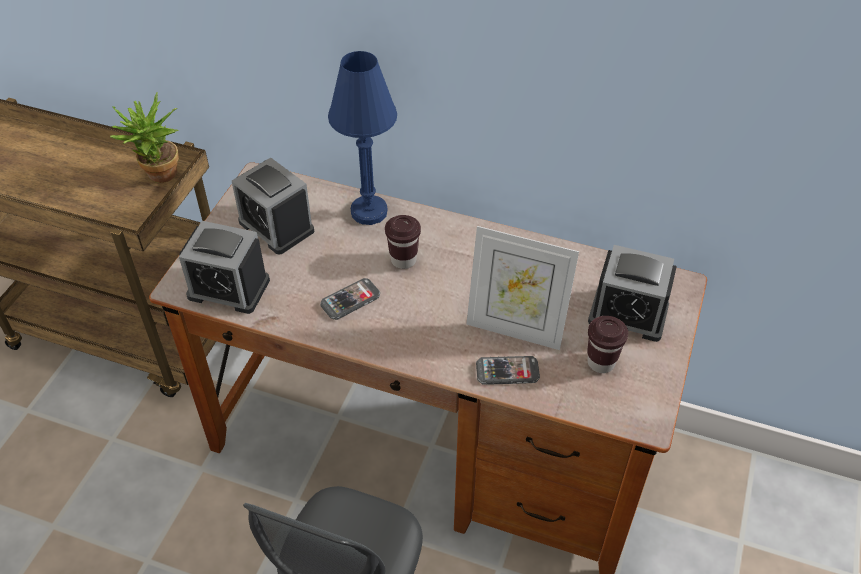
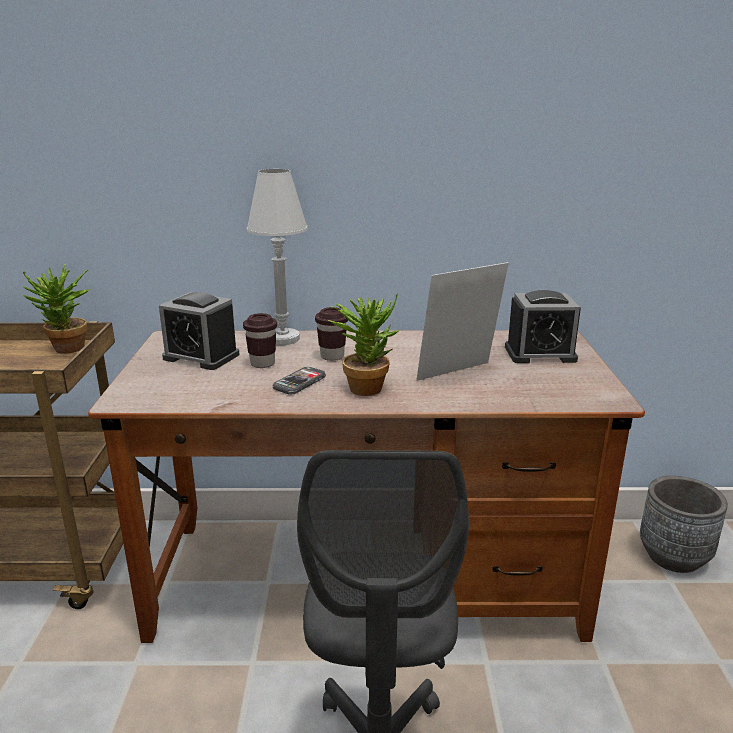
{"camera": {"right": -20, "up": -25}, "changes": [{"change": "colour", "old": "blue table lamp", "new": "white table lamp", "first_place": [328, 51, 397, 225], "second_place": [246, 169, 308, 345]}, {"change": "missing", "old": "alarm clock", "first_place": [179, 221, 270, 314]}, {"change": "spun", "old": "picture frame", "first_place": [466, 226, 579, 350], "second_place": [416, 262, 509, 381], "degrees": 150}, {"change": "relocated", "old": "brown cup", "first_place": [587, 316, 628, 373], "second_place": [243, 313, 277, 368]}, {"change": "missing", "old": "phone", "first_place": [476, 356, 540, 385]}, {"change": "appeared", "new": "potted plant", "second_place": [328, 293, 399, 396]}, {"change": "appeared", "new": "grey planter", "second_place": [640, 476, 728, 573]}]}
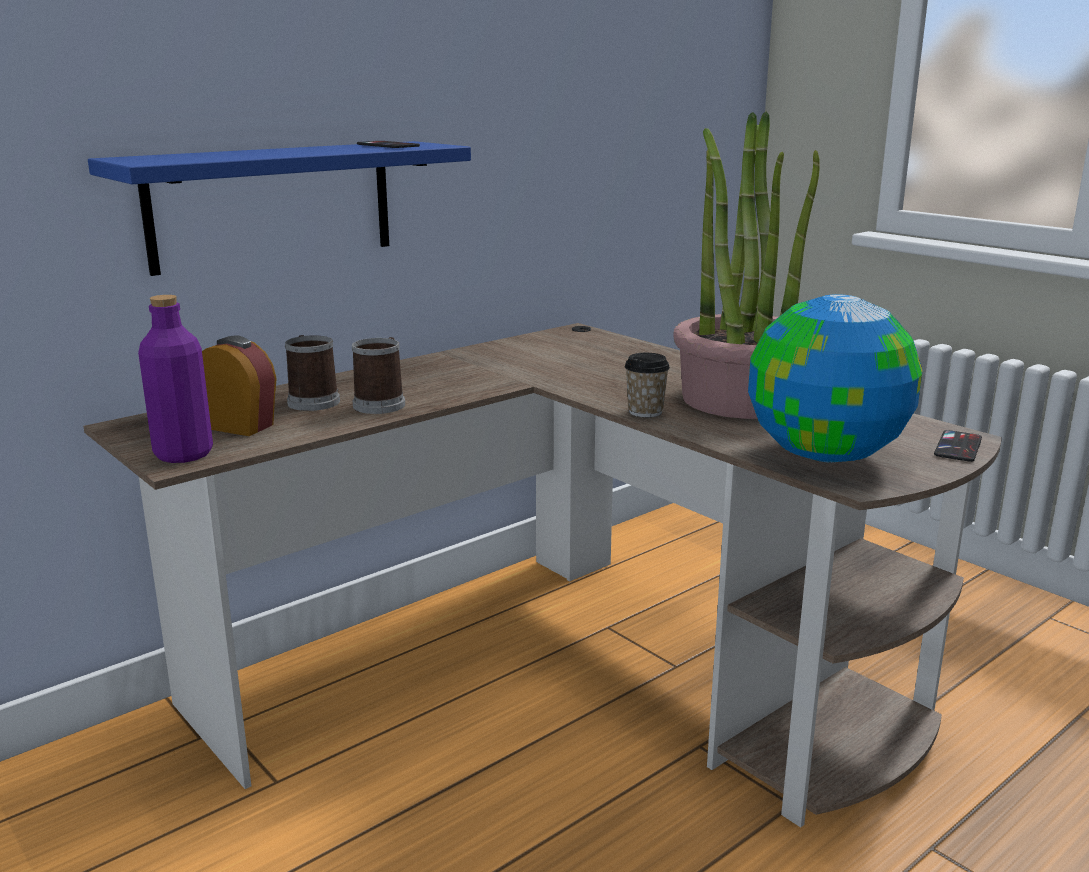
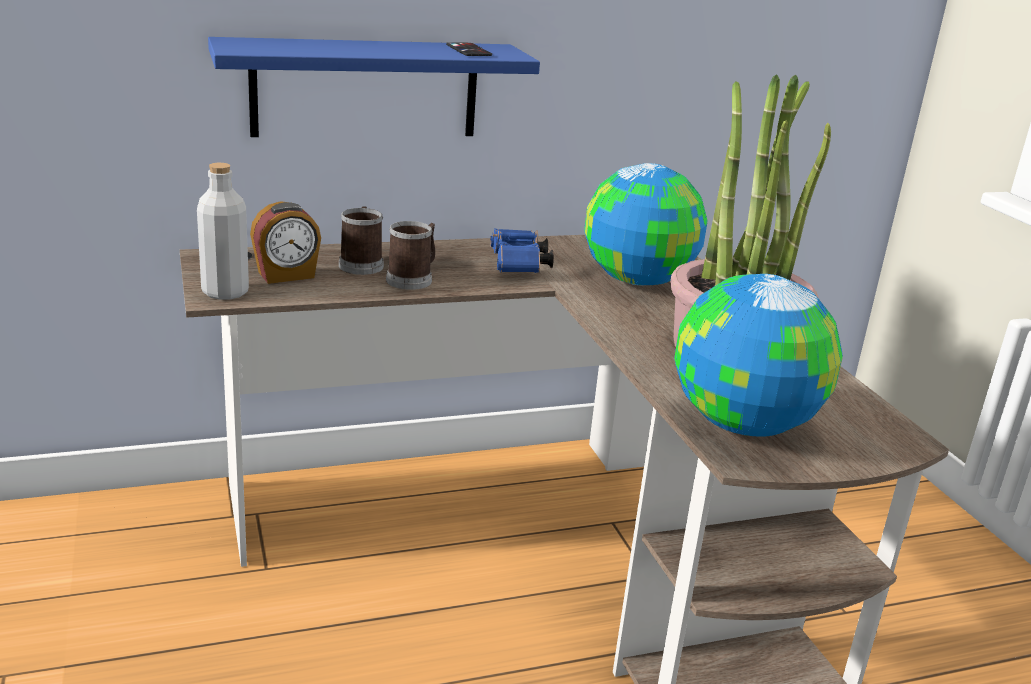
{"camera": {"right": 20, "up": 5}, "changes": [{"change": "colour", "old": "purple bottle", "new": "grey bottle", "first_place": [138, 295, 213, 463], "second_place": [197, 163, 249, 300]}, {"change": "spun", "old": "alarm clock", "first_place": [202, 336, 277, 436], "second_place": [250, 201, 321, 284], "degrees": 105}, {"change": "missing", "old": "cup", "first_place": [625, 353, 670, 417]}, {"change": "missing", "old": "phone", "first_place": [934, 430, 982, 462]}, {"change": "appeared", "new": "globe", "second_place": [584, 163, 708, 286]}, {"change": "appeared", "new": "blue binoculars", "second_place": [490, 228, 554, 273]}]}
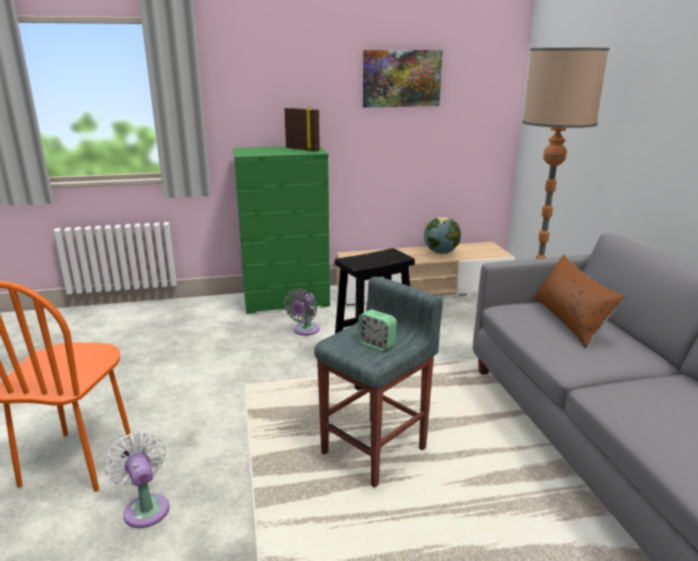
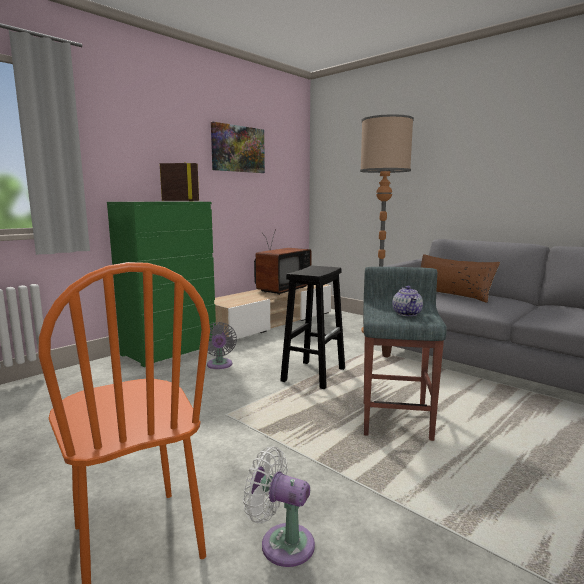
{"camera": {"right": -35, "up": -10}, "changes": [{"change": "exchanged", "old": "globe", "new": "television", "first_place": [424, 217, 461, 254], "second_place": [254, 229, 311, 295]}, {"change": "exchanged", "old": "alarm clock", "new": "teapot", "first_place": [358, 310, 397, 351], "second_place": [392, 286, 423, 316]}]}
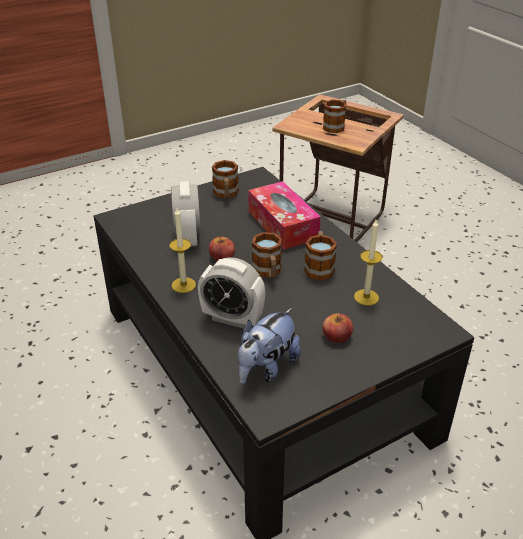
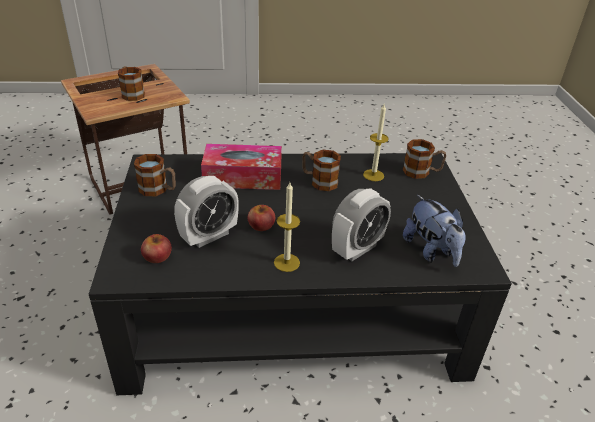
{"camera": {"right": -65, "up": 0}, "changes": [{"change": "spun", "old": "alarm clock", "first_place": [171, 181, 201, 246], "second_place": [174, 176, 239, 248], "degrees": 120}, {"change": "relocated", "old": "mug", "first_place": [252, 232, 282, 279], "second_place": [402, 139, 446, 179]}, {"change": "relocated", "old": "apple", "first_place": [322, 313, 353, 343], "second_place": [141, 234, 172, 263]}]}
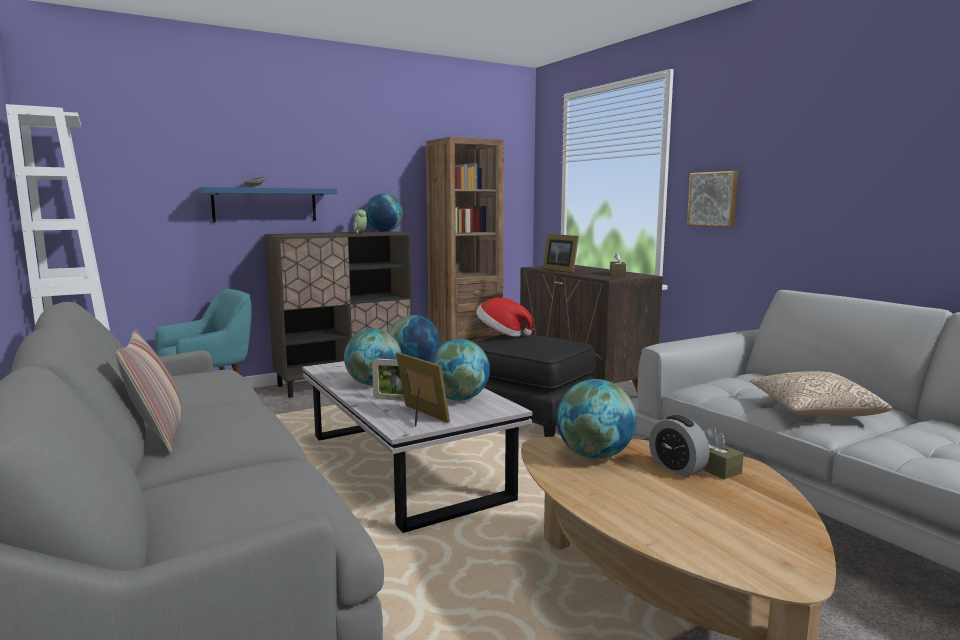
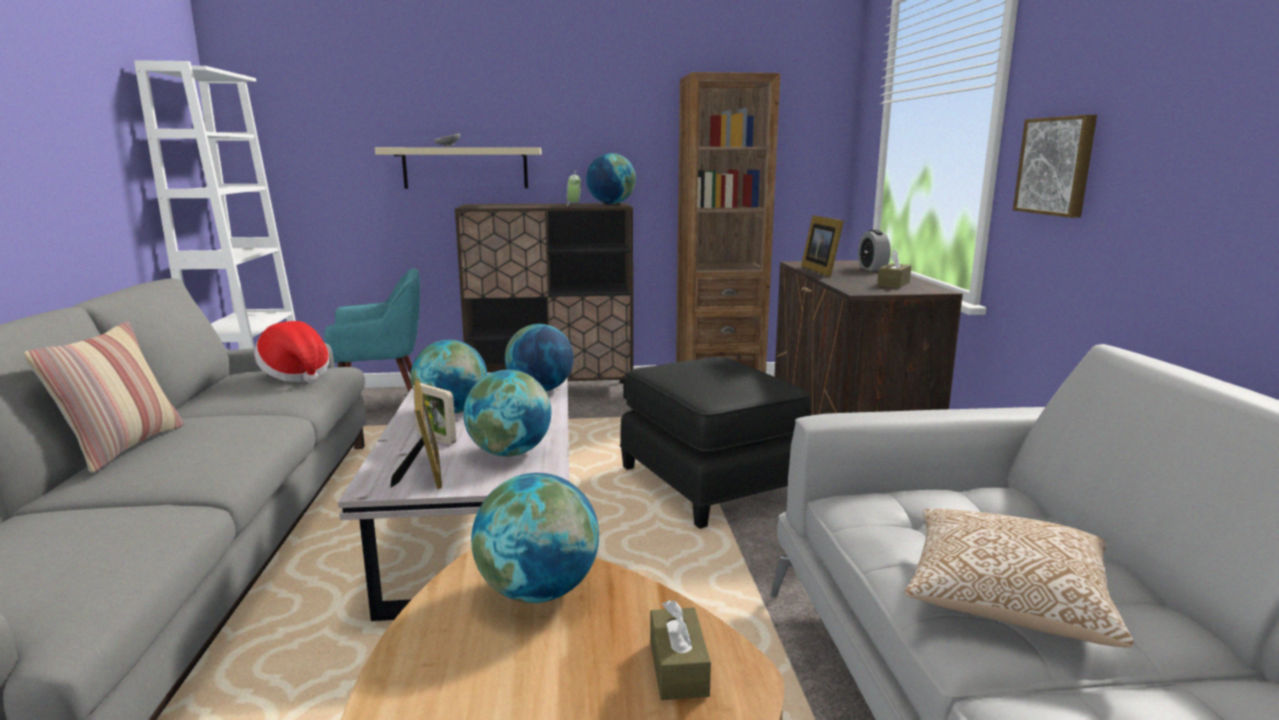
{"camera": {"right": 25, "up": 5}, "changes": [{"change": "colour", "old": "blue shelf", "new": "beige shelf", "first_place": [196, 187, 337, 222], "second_place": [375, 147, 541, 189]}, {"change": "relocated", "old": "hat", "first_place": [476, 298, 533, 337], "second_place": [254, 321, 329, 383]}, {"change": "relocated", "old": "alarm clock", "first_place": [649, 415, 710, 477], "second_place": [858, 230, 891, 271]}]}
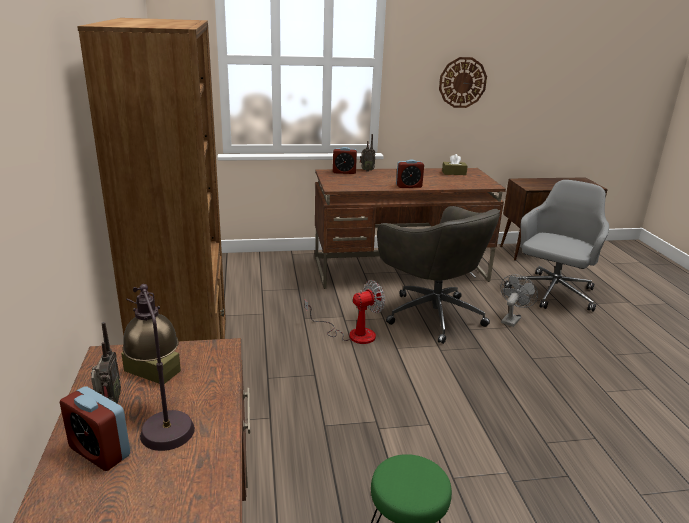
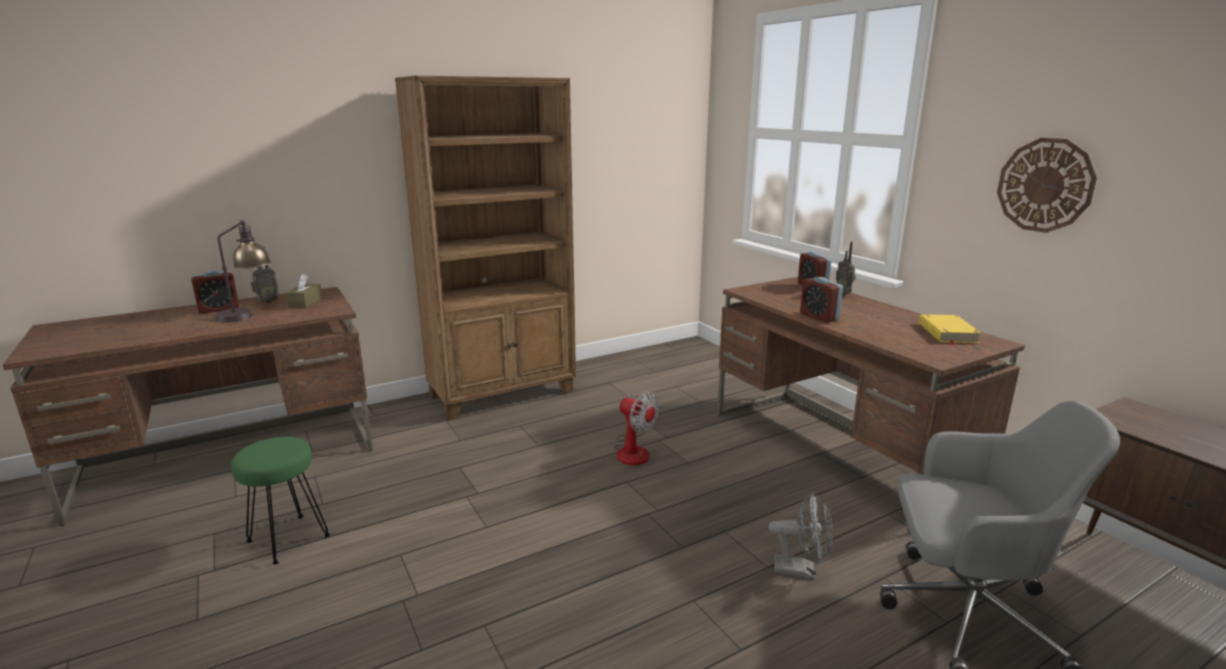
{"camera": {"right": 70, "up": -5}, "changes": [{"change": "exchanged", "old": "brown tissue box", "new": "yellow book", "first_place": [442, 154, 468, 175], "second_place": [919, 314, 982, 346]}, {"change": "missing", "old": "grey office chair", "first_place": [377, 206, 500, 344]}, {"change": "spun", "old": "alarm clock", "first_place": [60, 386, 131, 471], "second_place": [191, 270, 239, 314], "degrees": -135}]}
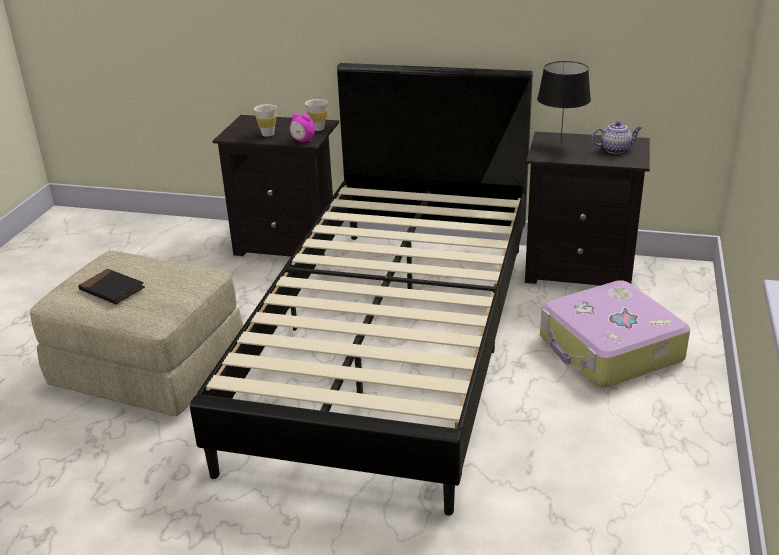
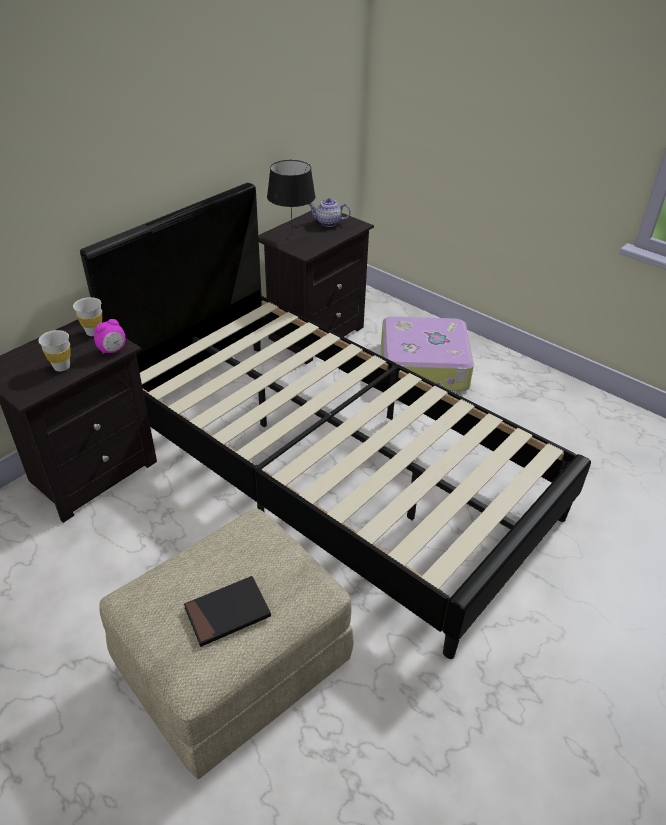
{"camera": {"right": -65, "up": 10}, "changes": [{"change": "spun", "old": "teapot", "first_place": [592, 121, 642, 154], "second_place": [308, 198, 351, 227], "degrees": -105}]}
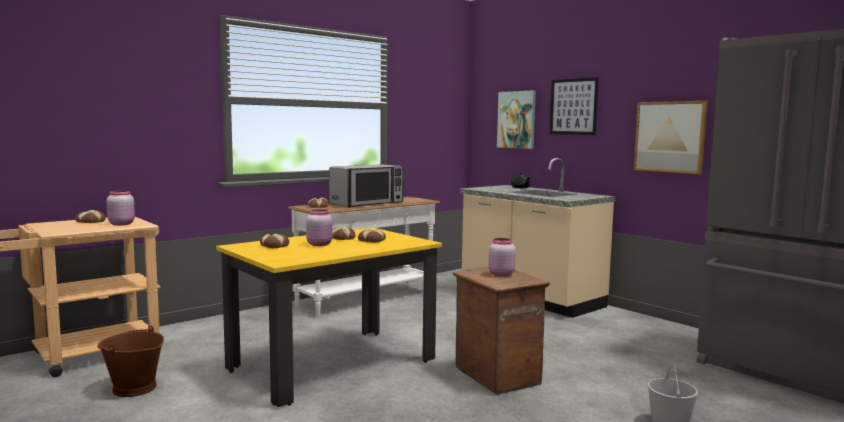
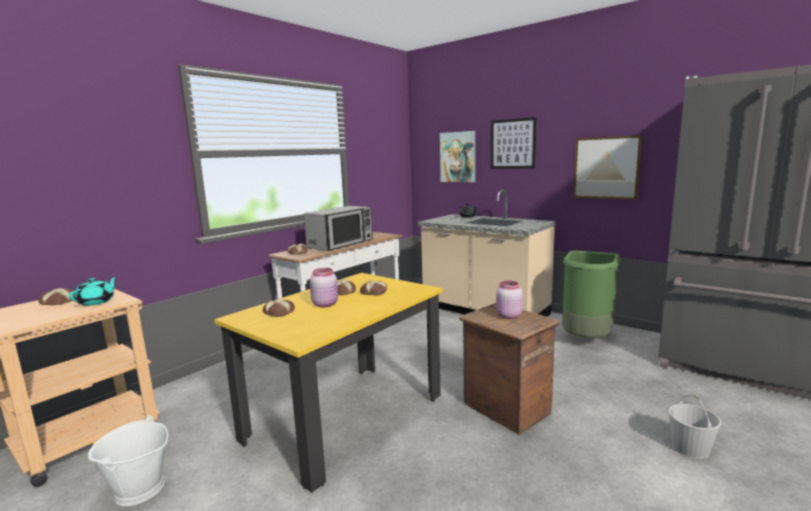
{"camera": {"right": -10, "up": 5}, "changes": [{"change": "exchanged", "old": "pink jar", "new": "turquoise teapot", "first_place": [107, 190, 135, 225], "second_place": [69, 276, 117, 306]}, {"change": "colour", "old": "brown bucket", "new": "white bucket", "first_place": [97, 326, 164, 397], "second_place": [88, 415, 168, 506]}, {"change": "appeared", "new": "green trash can", "second_place": [562, 250, 620, 338]}]}
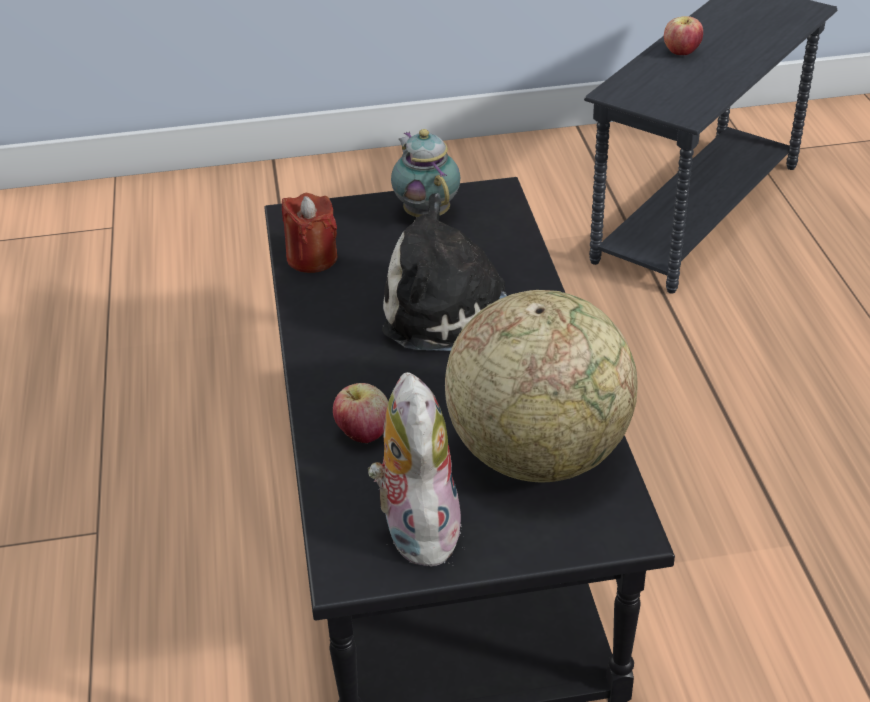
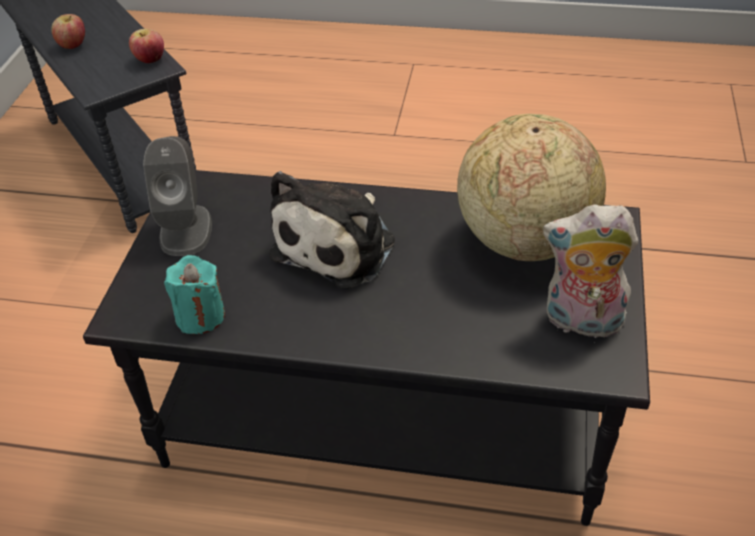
{"camera": {"right": -70, "up": 5}, "changes": [{"change": "exchanged", "old": "teapot", "new": "grey speaker", "first_place": [391, 129, 461, 217], "second_place": [143, 136, 212, 256]}, {"change": "colour", "old": "red candle", "new": "turquoise candle", "first_place": [282, 193, 337, 273], "second_place": [164, 255, 225, 334]}, {"change": "relocated", "old": "apple", "first_place": [333, 383, 388, 443], "second_place": [129, 29, 164, 63]}]}
